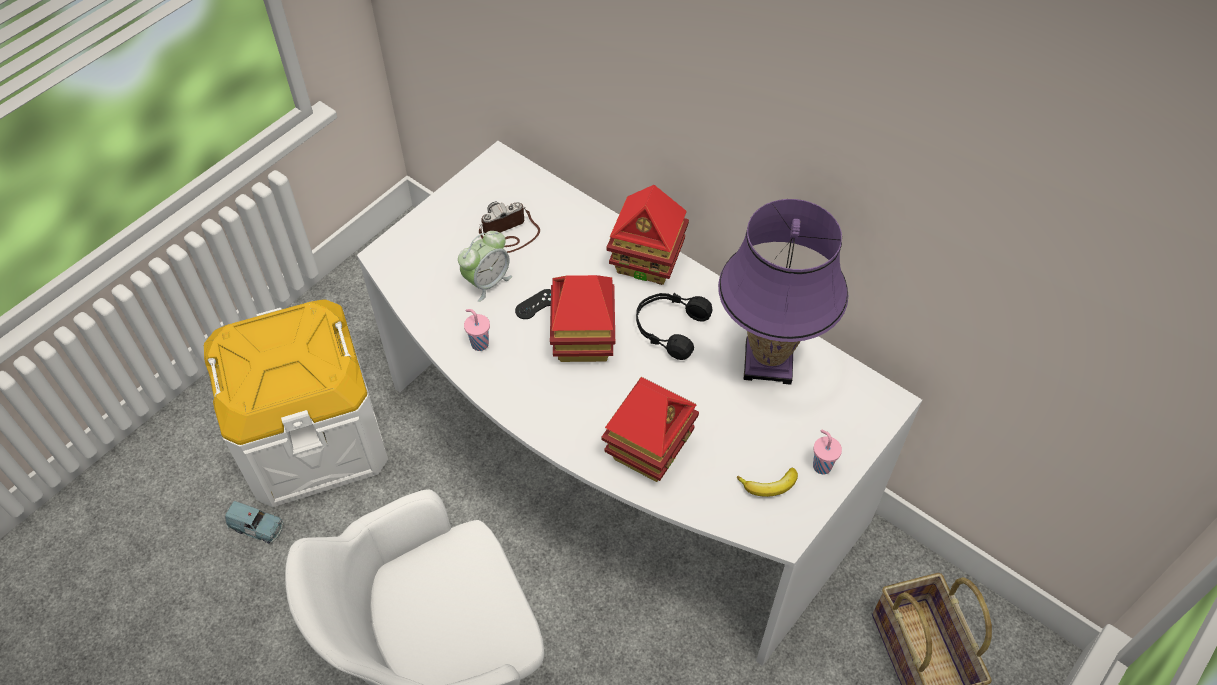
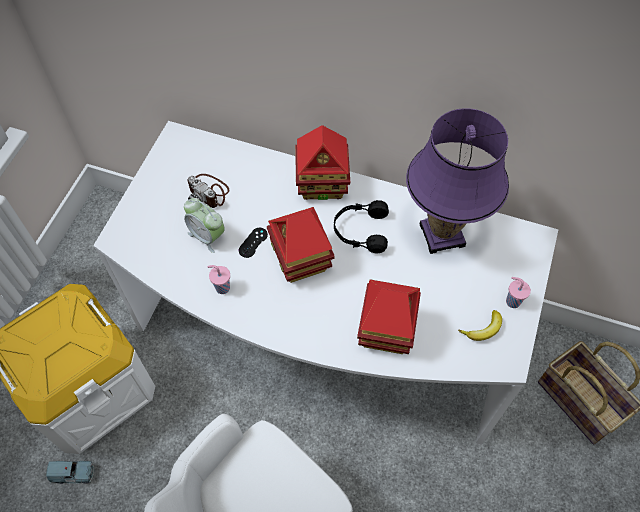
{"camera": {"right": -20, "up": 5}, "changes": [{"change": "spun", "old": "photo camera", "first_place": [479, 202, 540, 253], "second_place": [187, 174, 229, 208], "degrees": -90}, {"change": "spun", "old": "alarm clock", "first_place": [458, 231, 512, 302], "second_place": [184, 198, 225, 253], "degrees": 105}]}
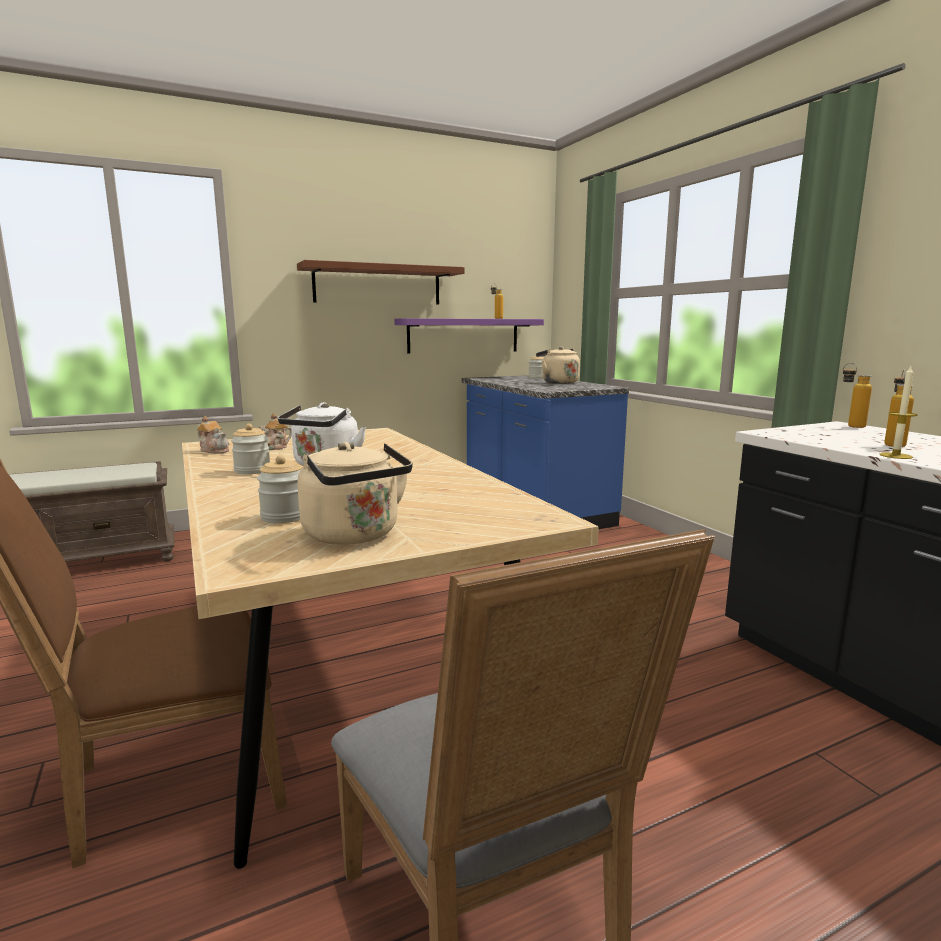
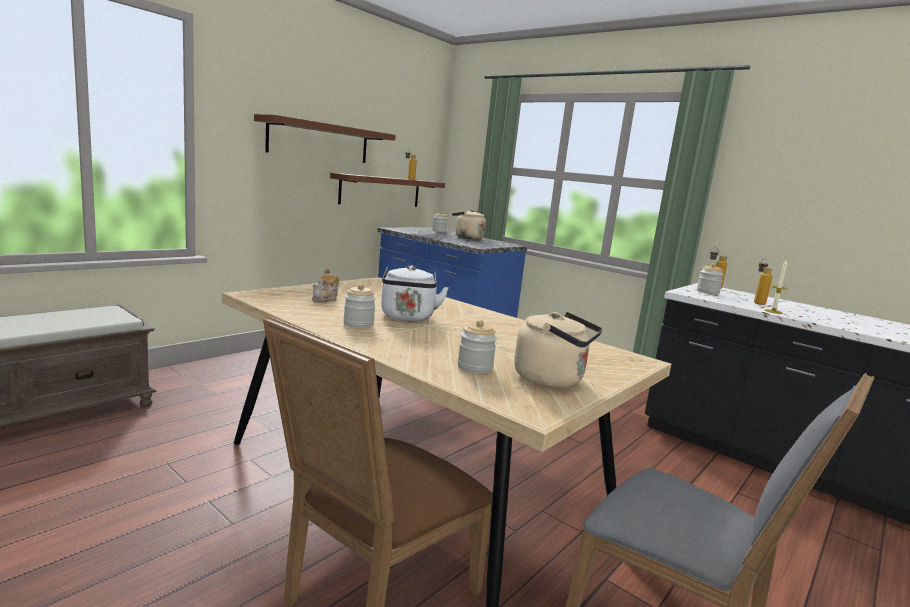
{"camera": {"right": -25, "up": 0}, "changes": [{"change": "colour", "old": "purple shelf", "new": "brown shelf", "first_place": [394, 318, 544, 354], "second_place": [330, 173, 445, 207]}, {"change": "missing", "old": "teapot", "first_place": [197, 416, 229, 454]}, {"change": "appeared", "new": "jar", "second_place": [697, 263, 724, 294]}]}
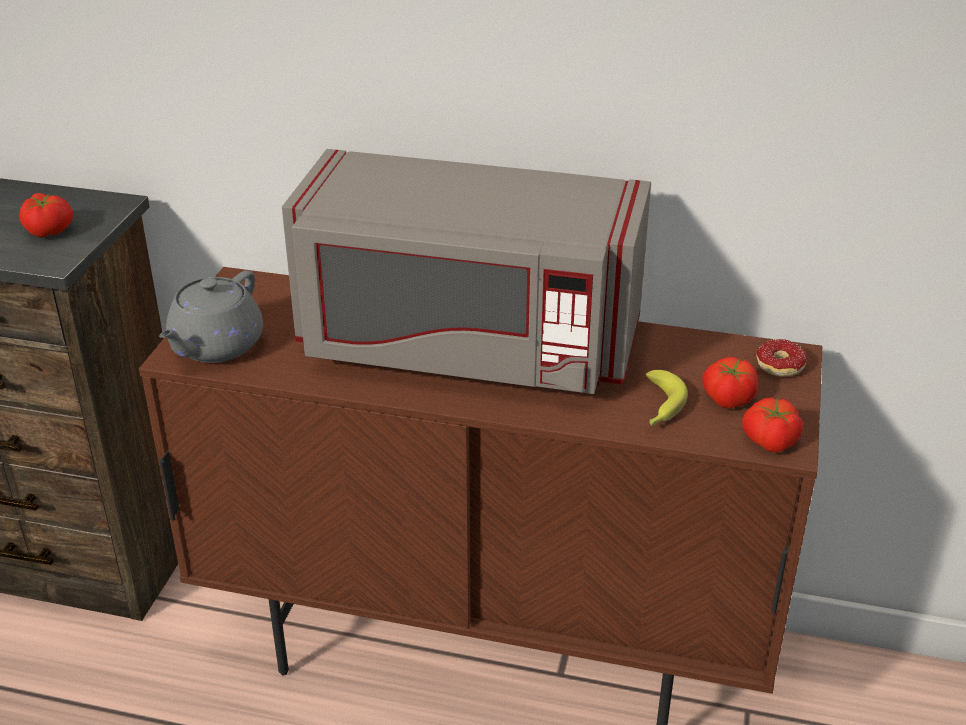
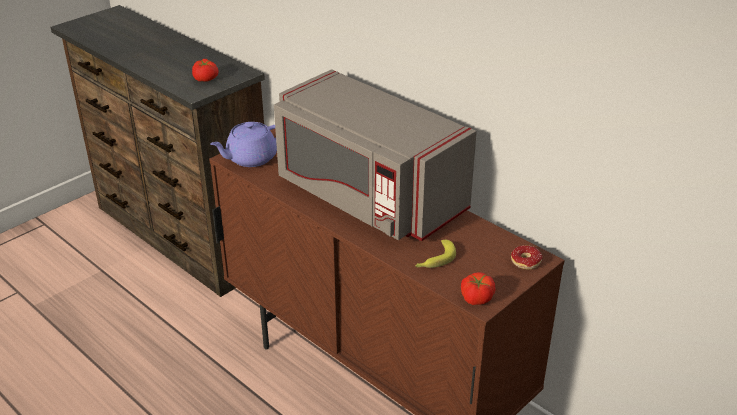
{"camera": {"right": 30, "up": 0}, "changes": [{"change": "colour", "old": "grey teapot", "new": "purple teapot", "first_place": [159, 270, 263, 363], "second_place": [210, 122, 277, 167]}, {"change": "missing", "old": "tomato", "first_place": [702, 357, 758, 408]}]}
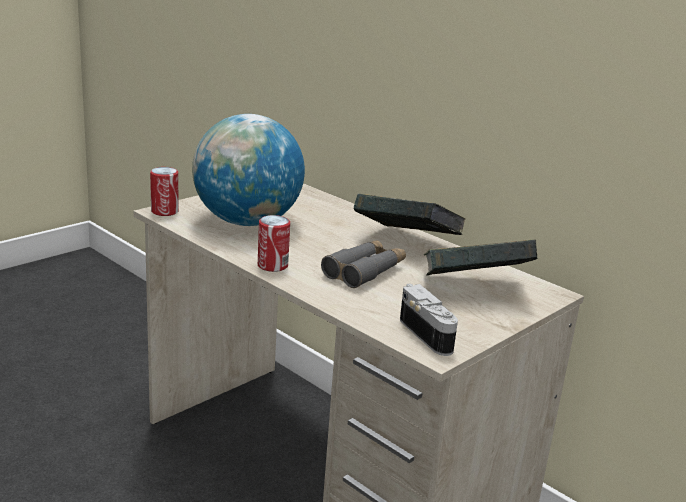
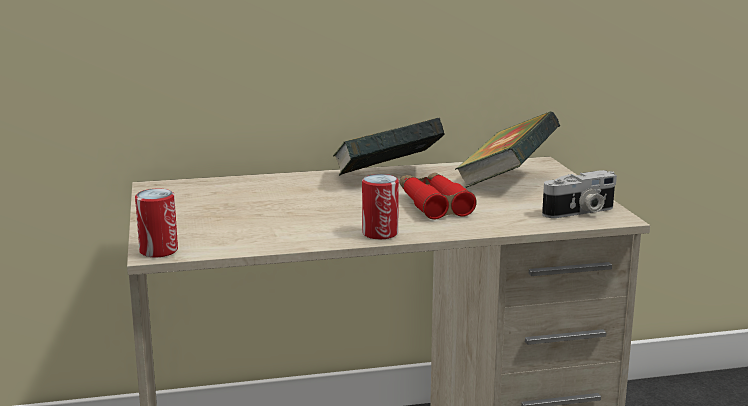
{"camera": {"right": -55, "up": -5}, "changes": [{"change": "missing", "old": "globe", "first_place": [192, 114, 305, 226]}, {"change": "colour", "old": "grey binoculars", "new": "red binoculars", "first_place": [321, 240, 406, 288], "second_place": [400, 173, 477, 220]}, {"change": "spun", "old": "photo camera", "first_place": [400, 284, 458, 356], "second_place": [542, 170, 617, 218], "degrees": 150}]}
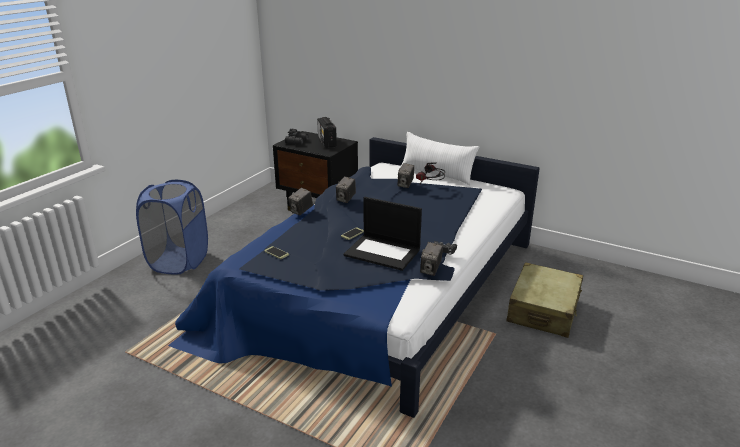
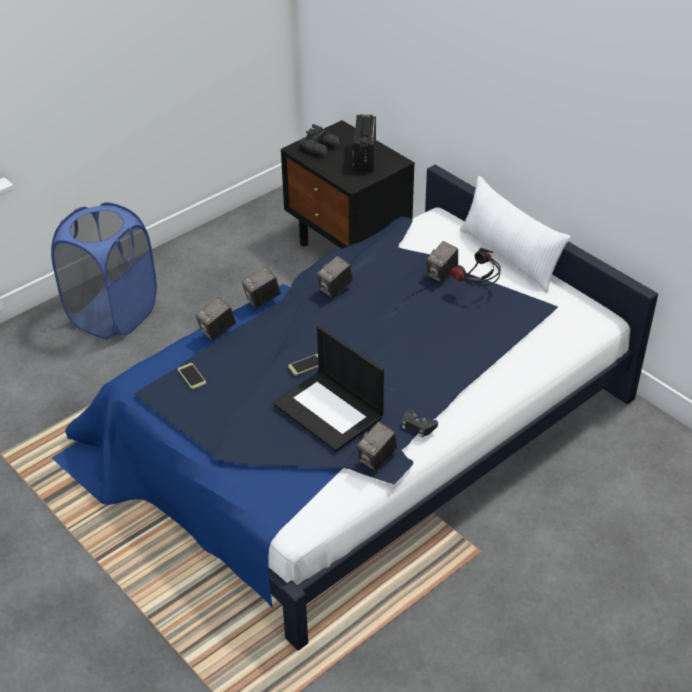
{"camera": {"right": 20, "up": 15}, "changes": [{"change": "missing", "old": "beige suitcase", "first_place": [506, 262, 583, 338]}, {"change": "appeared", "new": "photo camera", "second_place": [196, 297, 236, 341]}]}
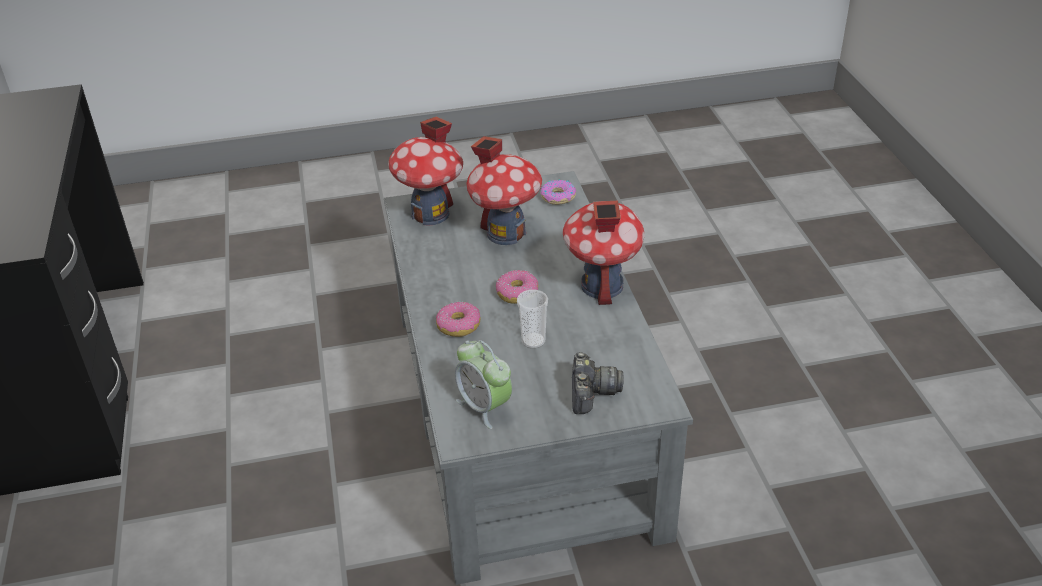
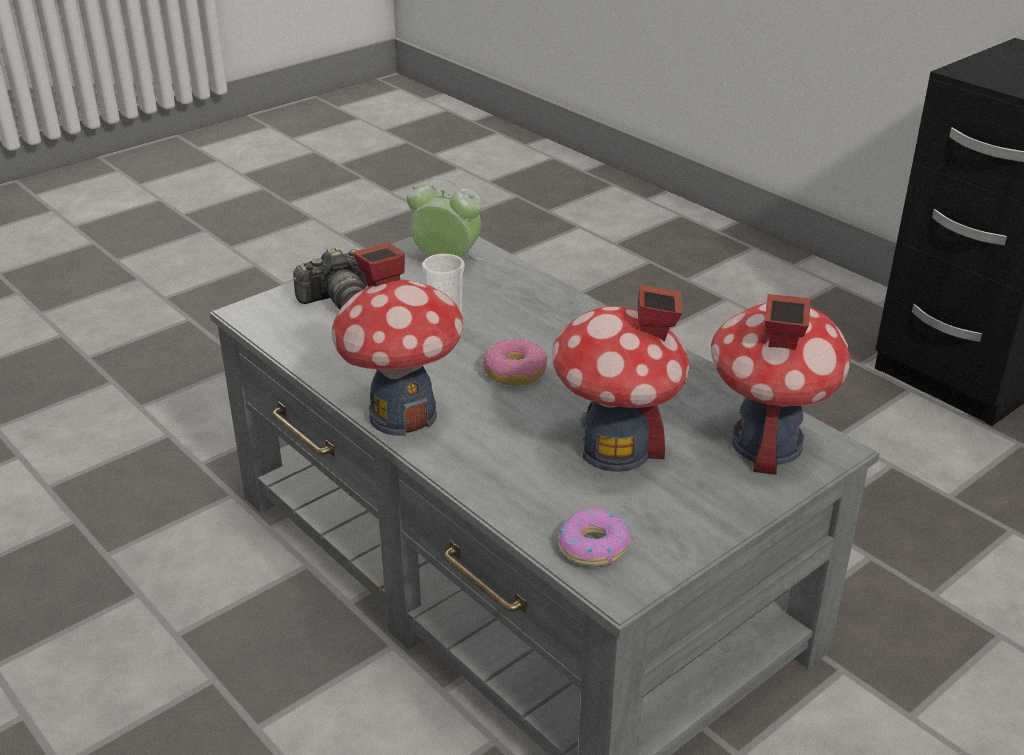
{"camera": {"right": 150, "up": -5}, "changes": [{"change": "missing", "old": "donut", "first_place": [436, 302, 481, 337]}, {"change": "spun", "old": "photo camera", "first_place": [572, 352, 624, 414], "second_place": [293, 247, 367, 310], "degrees": -90}]}
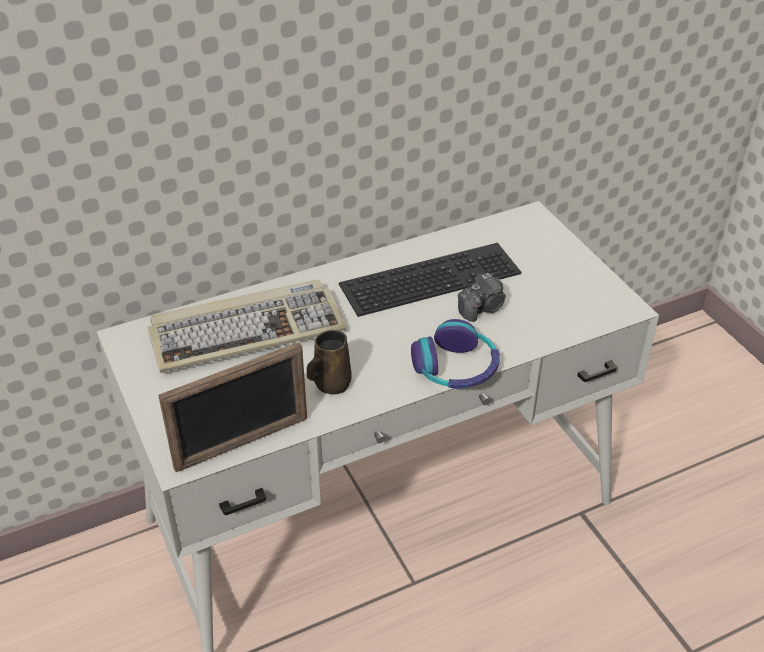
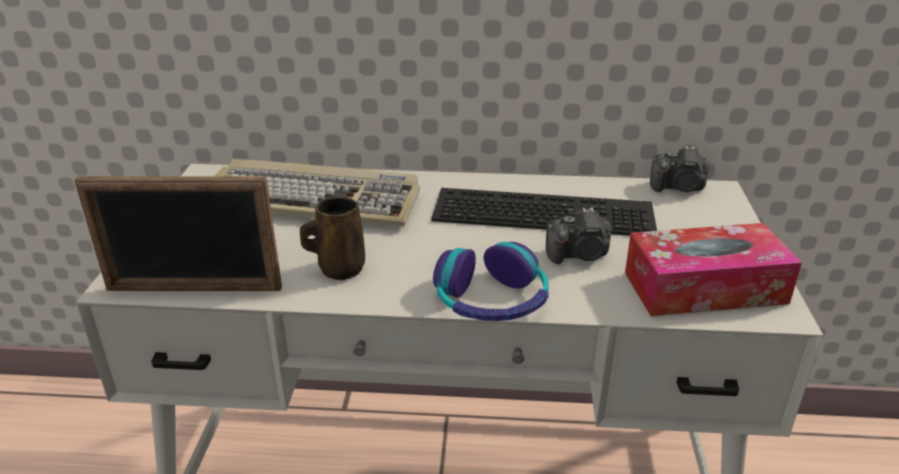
{"camera": {"right": 30, "up": -10}, "changes": [{"change": "appeared", "new": "photo camera", "second_place": [650, 146, 709, 192]}, {"change": "appeared", "new": "tissue box", "second_place": [625, 223, 802, 316]}]}
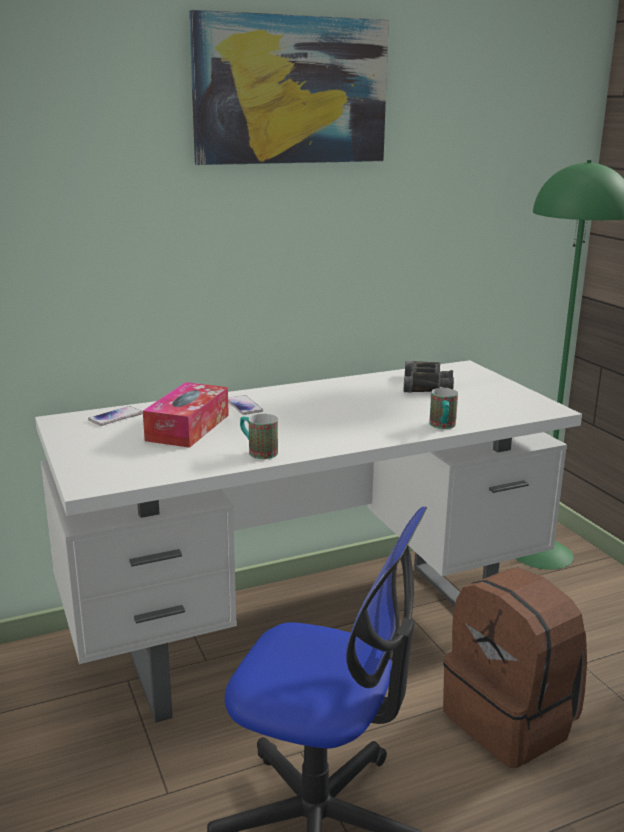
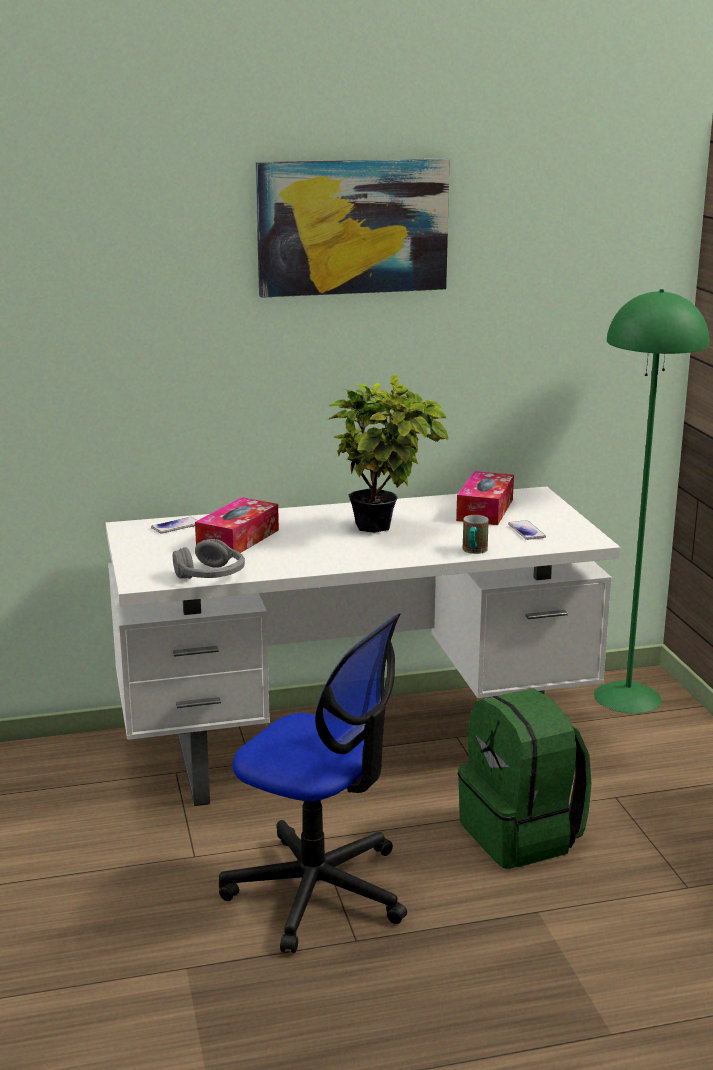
{"camera": {"right": 10, "up": 0}, "changes": [{"change": "exchanged", "old": "black binoculars", "new": "tissue box", "first_place": [403, 361, 454, 392], "second_place": [456, 471, 514, 525]}, {"change": "relocated", "old": "phone", "first_place": [228, 395, 263, 415], "second_place": [508, 520, 546, 540]}, {"change": "missing", "old": "mug", "first_place": [240, 414, 278, 459]}, {"change": "colour", "old": "brown backpack", "new": "green backpack", "first_place": [443, 567, 587, 768], "second_place": [458, 688, 592, 869]}, {"change": "appeared", "new": "potted plant", "second_place": [329, 374, 448, 533]}, {"change": "appeared", "new": "grey headphones", "second_place": [173, 539, 245, 579]}]}
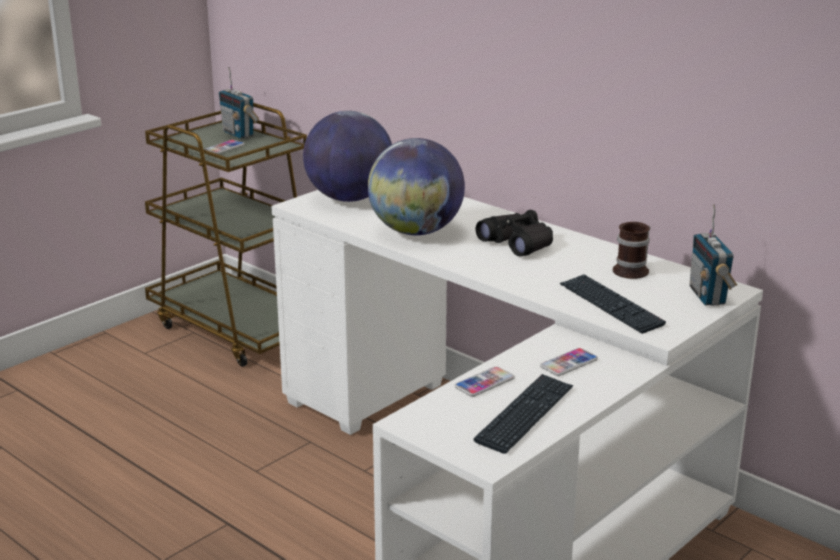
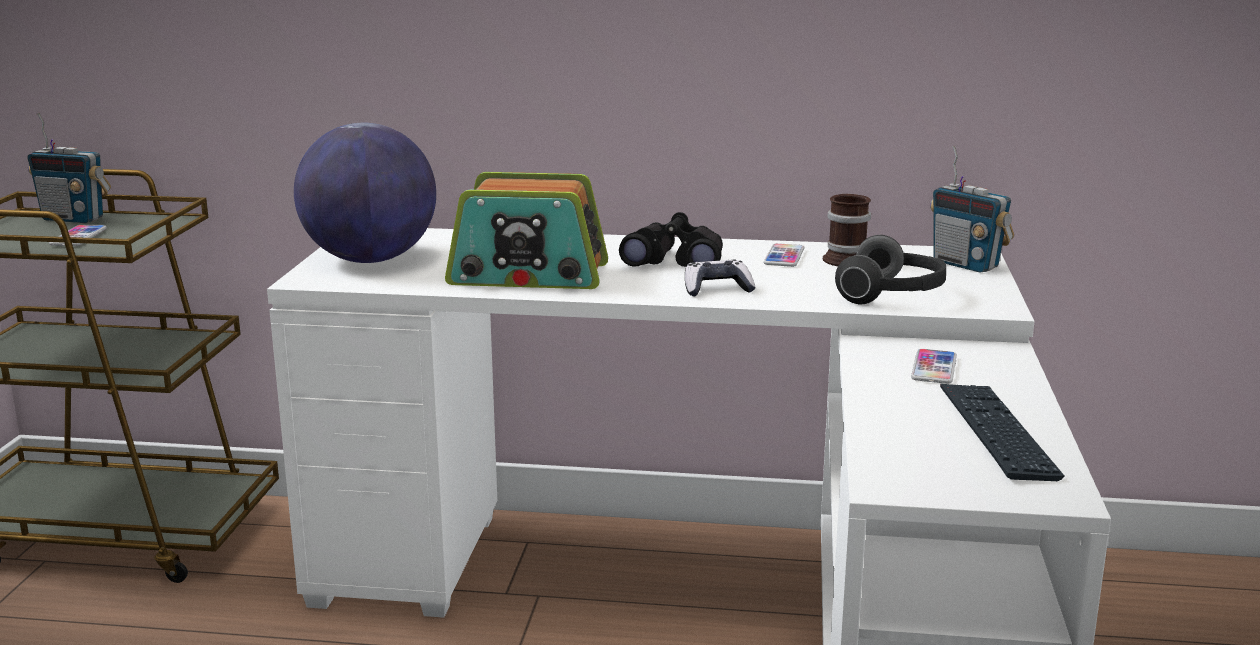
{"camera": {"right": -35, "up": -5}, "changes": [{"change": "exchanged", "old": "globe", "new": "radio", "first_place": [368, 138, 465, 235], "second_place": [445, 172, 608, 289]}, {"change": "exchanged", "old": "keyboard", "new": "headphones", "first_place": [560, 274, 666, 334], "second_place": [835, 235, 946, 304]}, {"change": "relocated", "old": "phone", "first_place": [454, 367, 515, 397], "second_place": [763, 243, 805, 267]}, {"change": "appeared", "new": "game controller", "second_place": [685, 260, 756, 297]}]}
